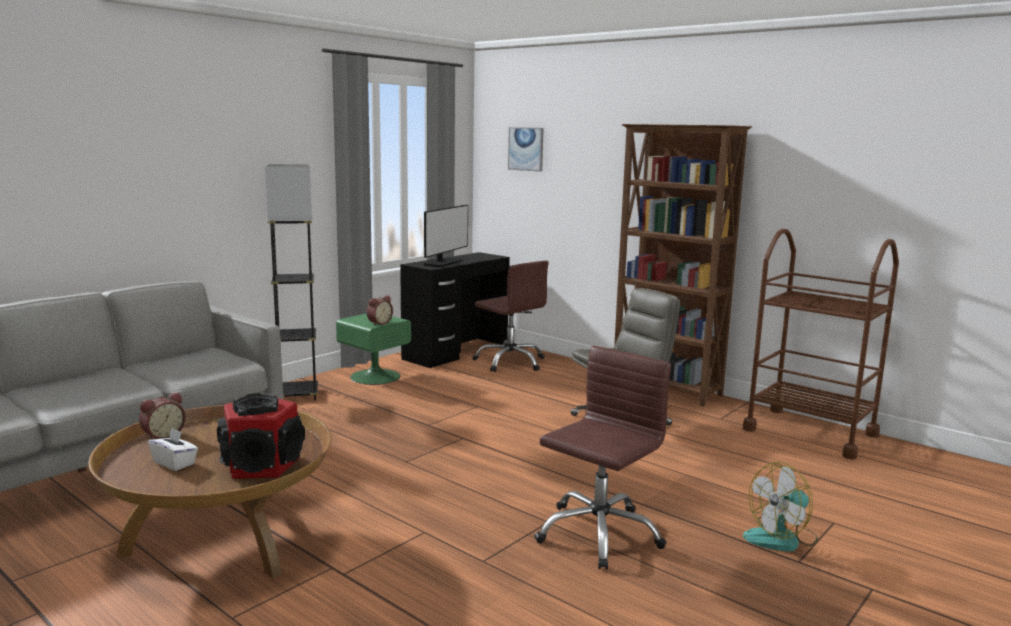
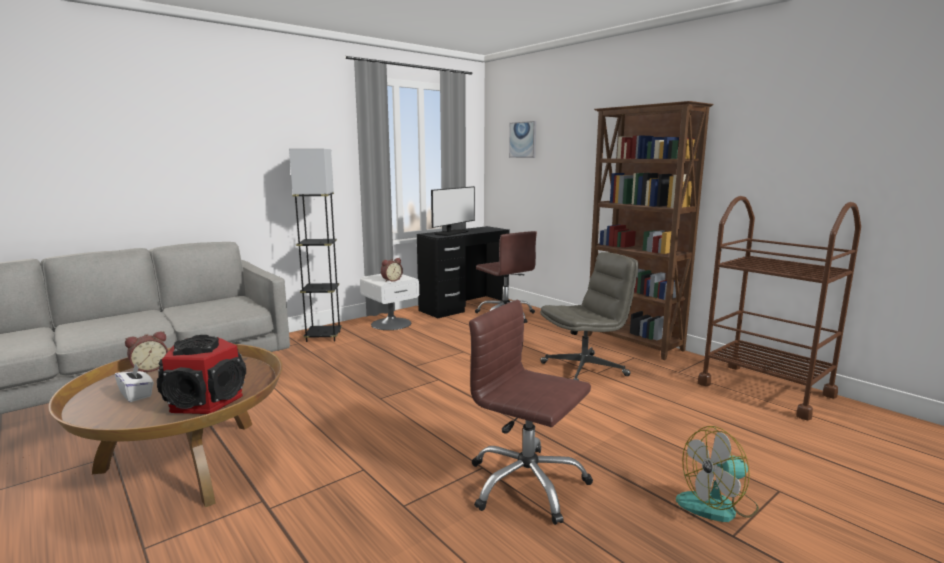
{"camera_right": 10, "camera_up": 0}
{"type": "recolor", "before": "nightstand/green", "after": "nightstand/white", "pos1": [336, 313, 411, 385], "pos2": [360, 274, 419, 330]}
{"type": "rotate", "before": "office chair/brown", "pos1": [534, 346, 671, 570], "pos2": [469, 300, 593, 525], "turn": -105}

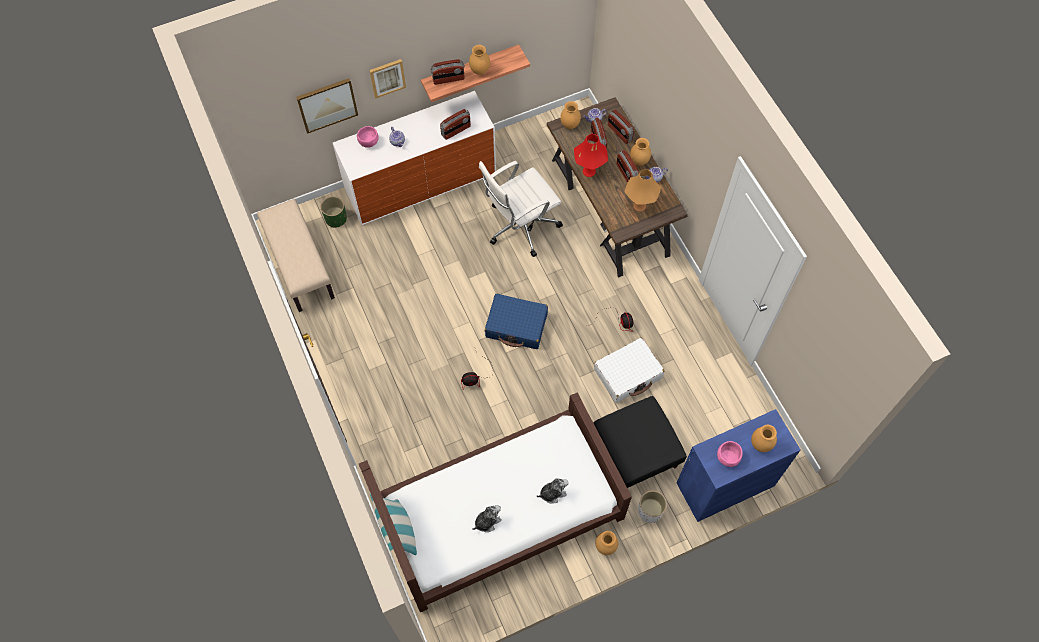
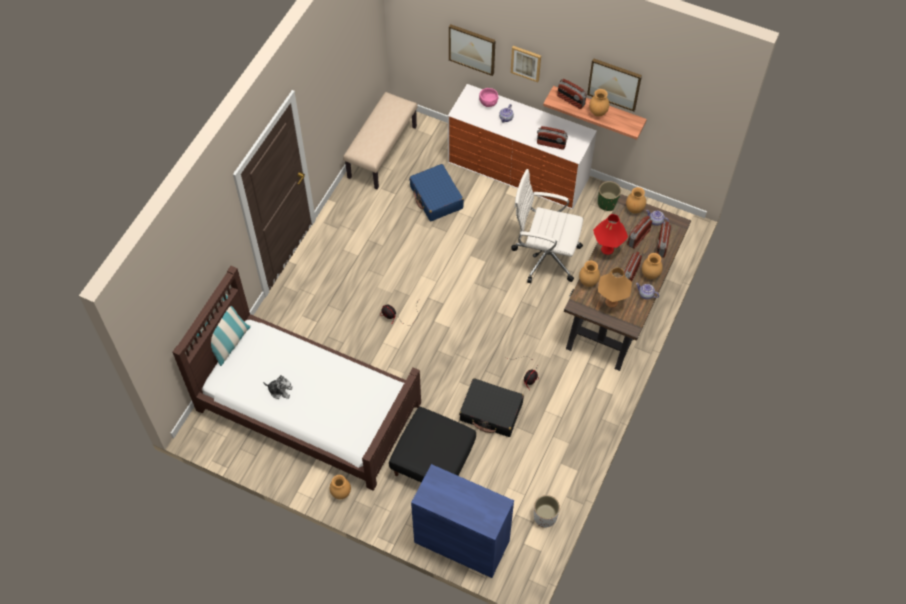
{"camera_right": 50, "camera_up": -5}
{"type": "move", "before": "suitcase/blue", "pos1": [485, 293, 548, 349], "pos2": [409, 164, 464, 221]}
{"type": "recolor", "before": "suitcase/white", "after": "suitcase/black", "pos1": [594, 338, 664, 403], "pos2": [459, 378, 524, 437]}
{"type": "move", "before": "planter/white", "pos1": [638, 490, 667, 523], "pos2": [534, 495, 560, 527]}
{"type": "move", "before": "vase/brown", "pos1": [751, 425, 777, 452], "pos2": [579, 260, 600, 287]}
{"type": "insert", "after": "picture", "pos2": [587, 58, 642, 111]}
{"type": "move", "before": "planter/green", "pos1": [321, 196, 347, 228], "pos2": [598, 181, 621, 211]}
{"type": "delete", "before": "plush toy", "pos1": [536, 479, 569, 504]}
{"type": "delete", "before": "bowl/pink", "pos1": [717, 441, 743, 467]}

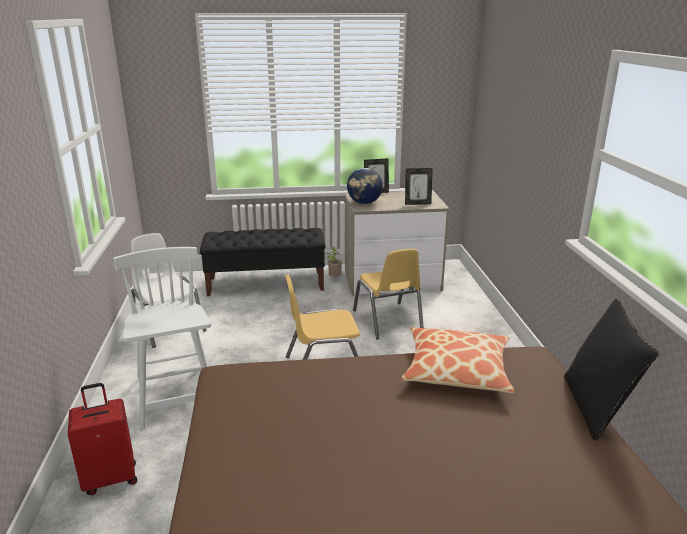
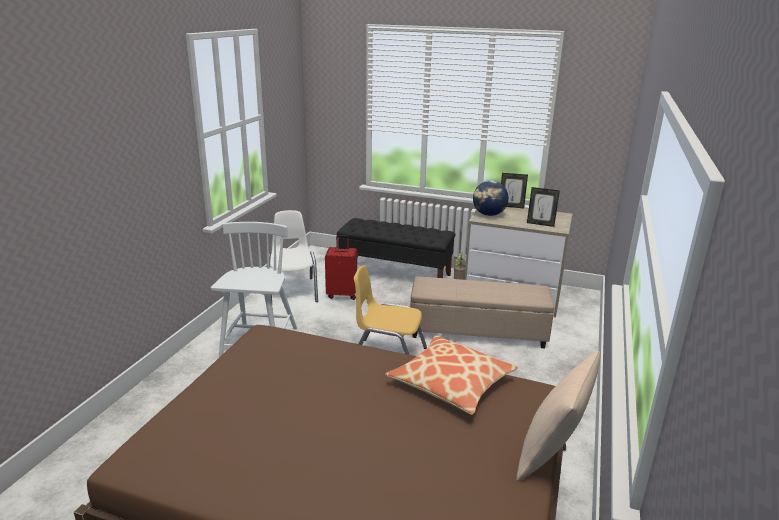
{"camera_right": 25, "camera_up": 0}
{"type": "move", "before": "suitcase/red", "pos1": [67, 383, 137, 495], "pos2": [325, 235, 357, 300]}
{"type": "replace", "before": "chair/yellow", "after": "ottoman/beige", "pos1": [353, 249, 424, 340], "pos2": [410, 276, 554, 348]}
{"type": "recolor", "before": "pillow/black", "after": "pillow/beige", "pos1": [564, 298, 659, 441], "pos2": [516, 351, 600, 481]}

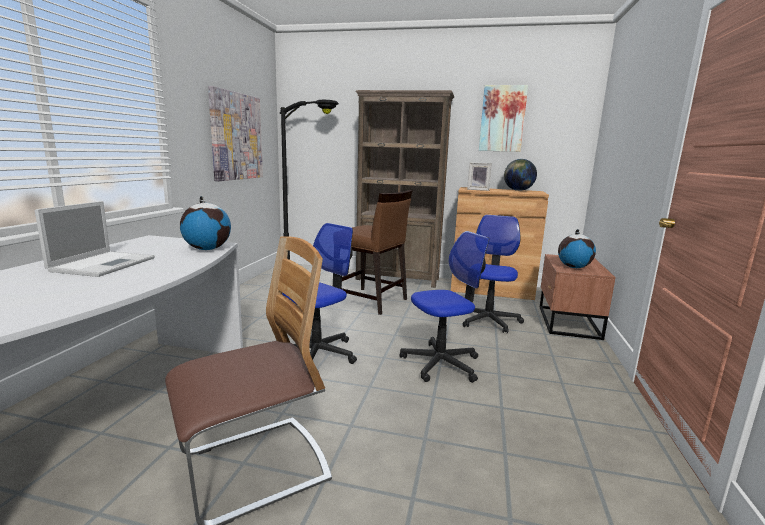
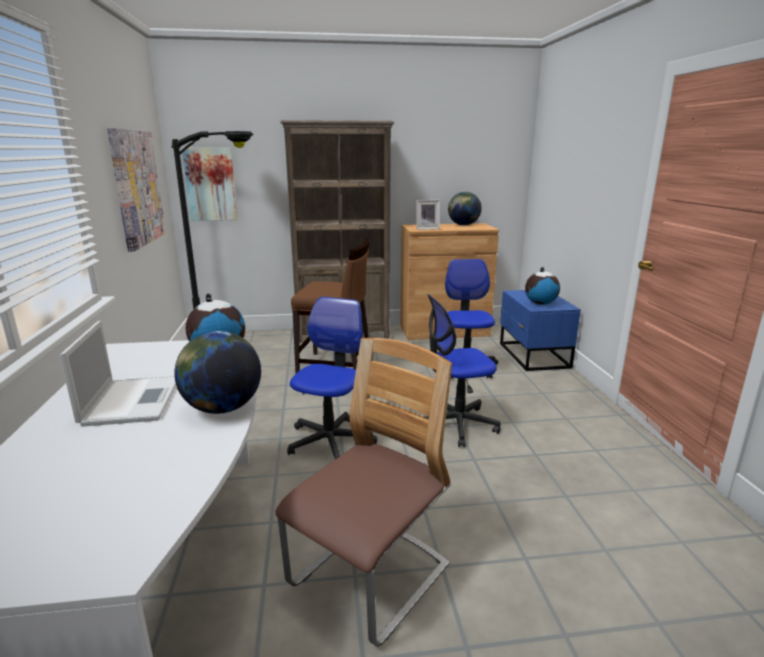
{"camera_right": -20, "camera_up": 5}
{"type": "insert", "after": "globe", "pos2": [174, 331, 261, 414]}
{"type": "move", "before": "picture", "pos1": [479, 85, 528, 152], "pos2": [182, 148, 238, 221]}
{"type": "rotate", "before": "office chair", "pos1": [399, 231, 489, 383], "pos2": [425, 294, 501, 447], "turn": -150}
{"type": "recolor", "before": "nightstand/brown", "after": "nightstand/blue", "pos1": [539, 254, 616, 340], "pos2": [500, 290, 581, 371]}

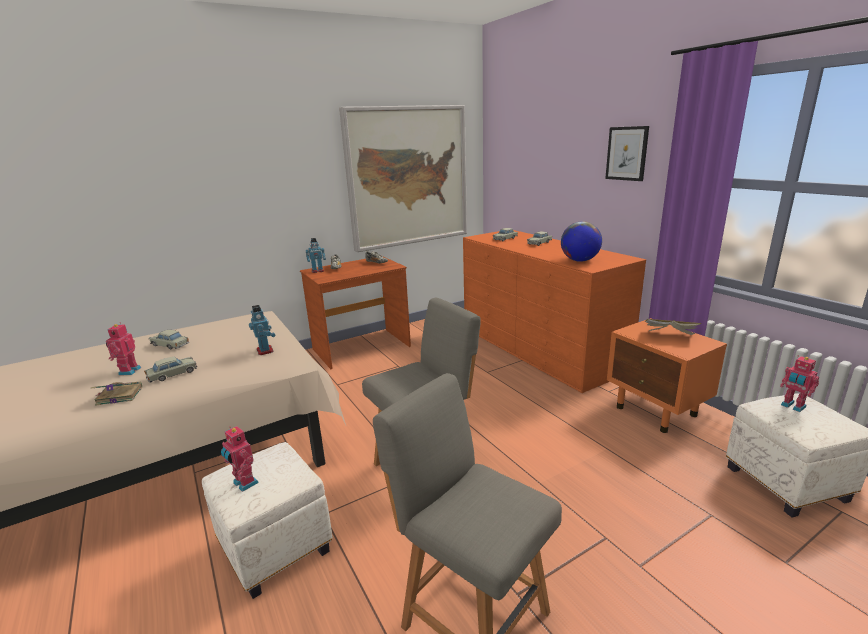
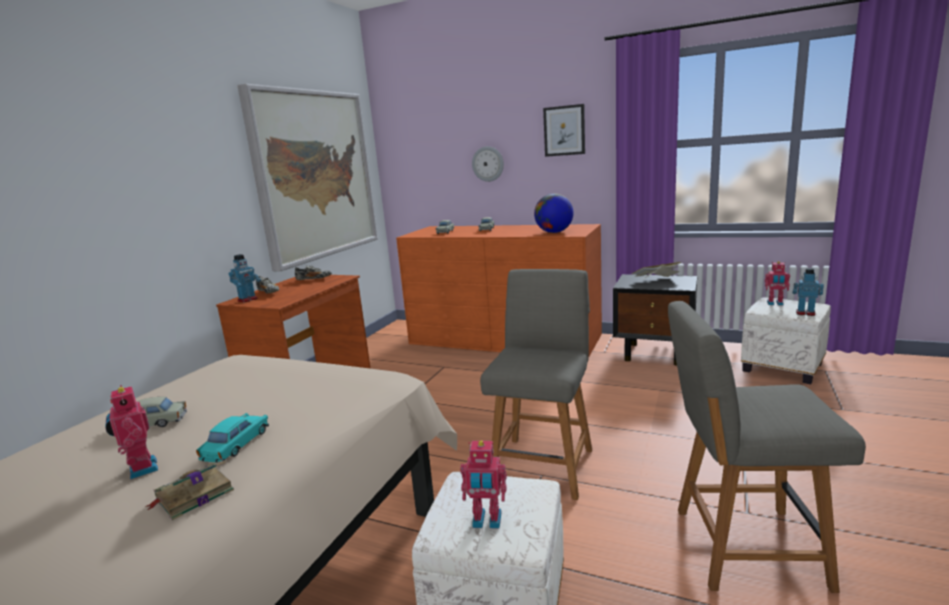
{"camera_right": -35, "camera_up": -5}
{"type": "recolor", "before": "toy car/beige", "after": "toy car/turquoise", "pos1": [144, 357, 197, 383], "pos2": [196, 413, 269, 462]}
{"type": "insert", "after": "wall clock", "pos2": [472, 146, 504, 182]}
{"type": "recolor", "before": "nightstand/orange", "after": "nightstand/black", "pos1": [607, 318, 727, 433], "pos2": [613, 274, 697, 366]}
{"type": "move", "before": "toy robot", "pos1": [249, 305, 275, 355], "pos2": [793, 268, 824, 316]}

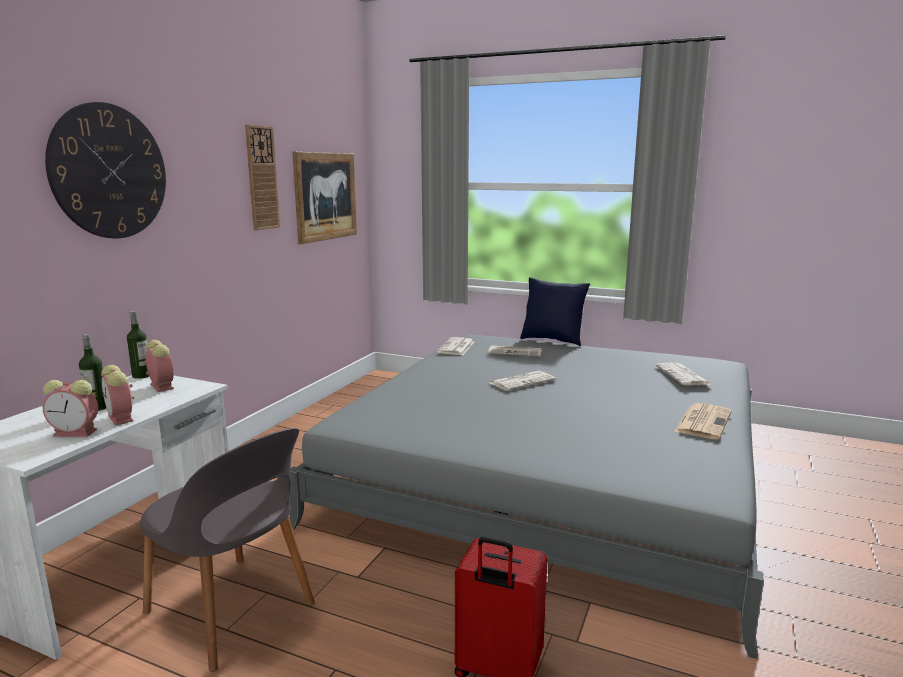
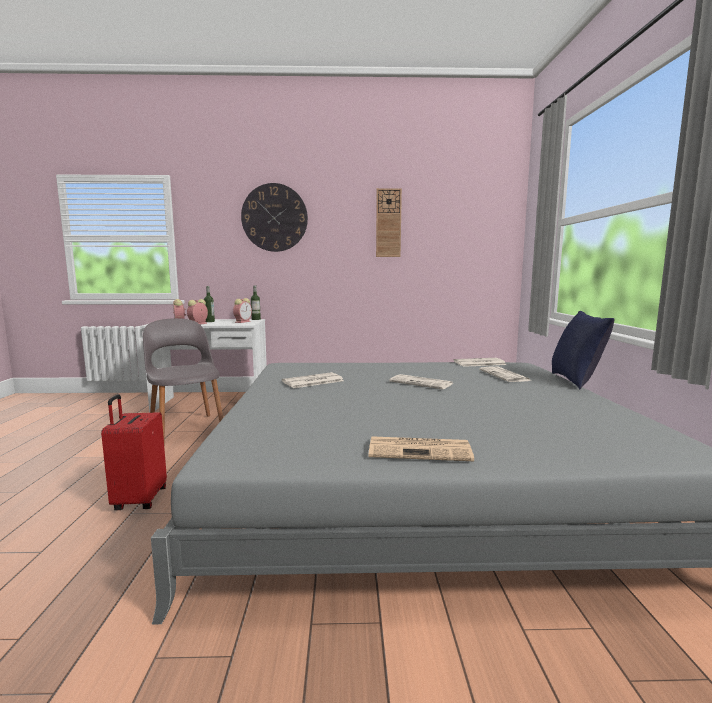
{"camera_right": 65, "camera_up": -5}
{"type": "rotate", "before": "chair/grey", "pos1": [140, 428, 315, 672], "pos2": [143, 318, 223, 445], "turn": 135}
{"type": "move", "before": "newspaper", "pos1": [655, 363, 710, 385], "pos2": [282, 372, 344, 388]}
{"type": "delete", "before": "picture", "pos1": [292, 152, 357, 244]}

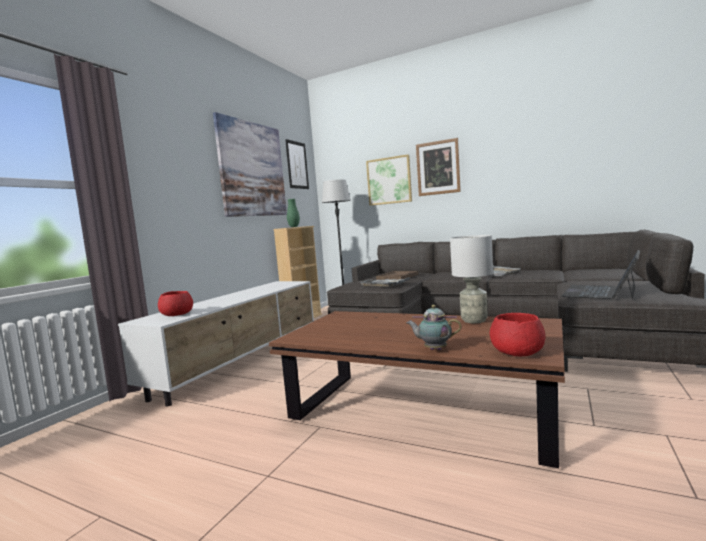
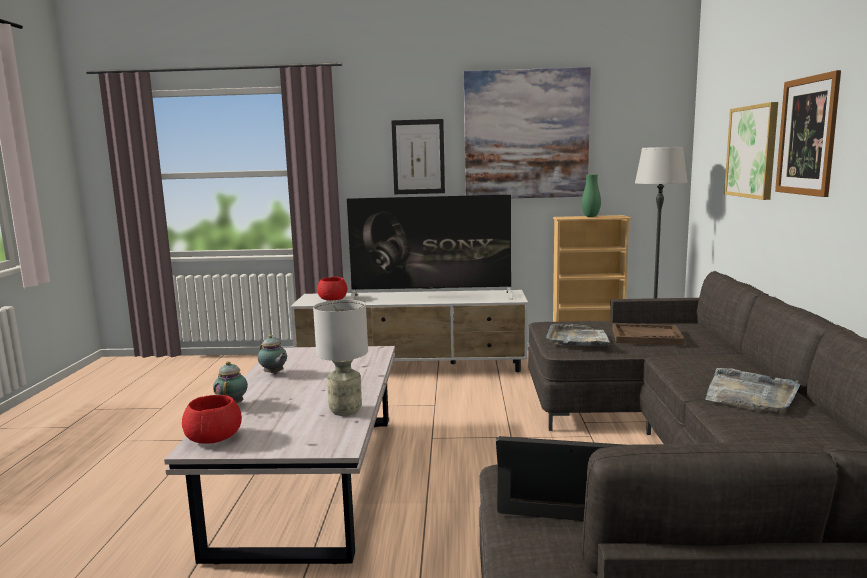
{"camera_right": 65, "camera_up": 5}
{"type": "recolor", "before": "coffee table/brown", "after": "coffee table/white", "pos1": [269, 311, 565, 468], "pos2": [164, 346, 395, 564]}
{"type": "insert", "after": "teapot", "pos2": [258, 335, 287, 374]}
{"type": "insert", "after": "television", "pos2": [347, 195, 512, 300]}
{"type": "move", "before": "picture", "pos1": [285, 139, 309, 189], "pos2": [391, 119, 445, 194]}

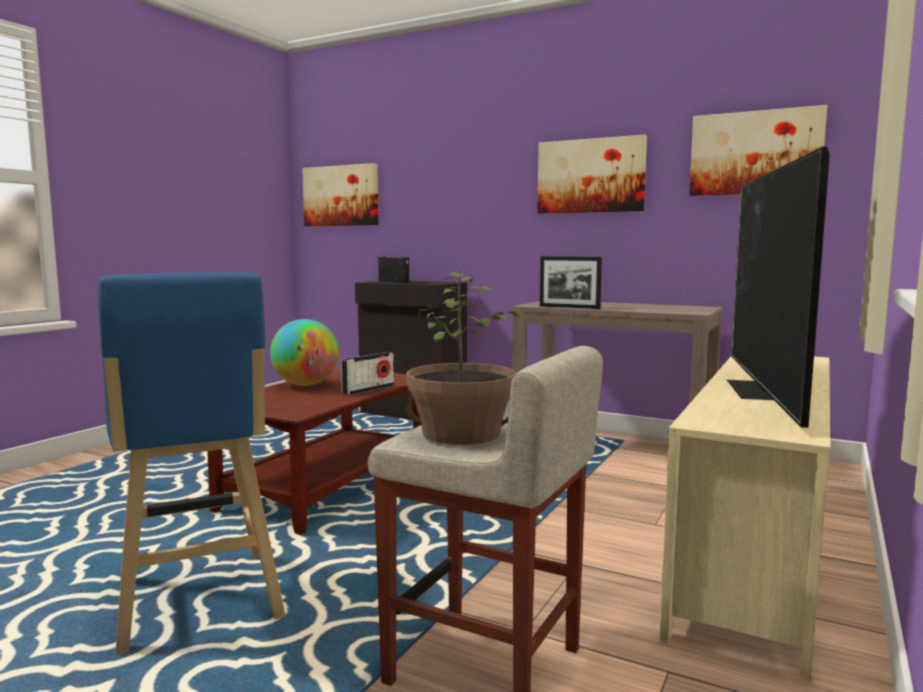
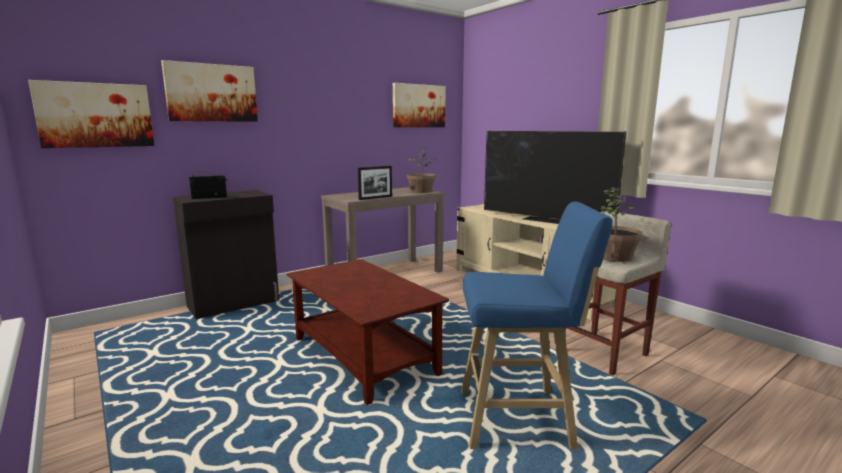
{"camera_right": -65, "camera_up": 5}
{"type": "move", "before": "picture", "pos1": [537, 135, 647, 213], "pos2": [161, 60, 258, 122]}
{"type": "insert", "after": "potted plant", "pos2": [407, 148, 436, 193]}
{"type": "delete", "before": "globe", "pos1": [270, 319, 339, 386]}
{"type": "delete", "before": "radio", "pos1": [341, 352, 394, 395]}

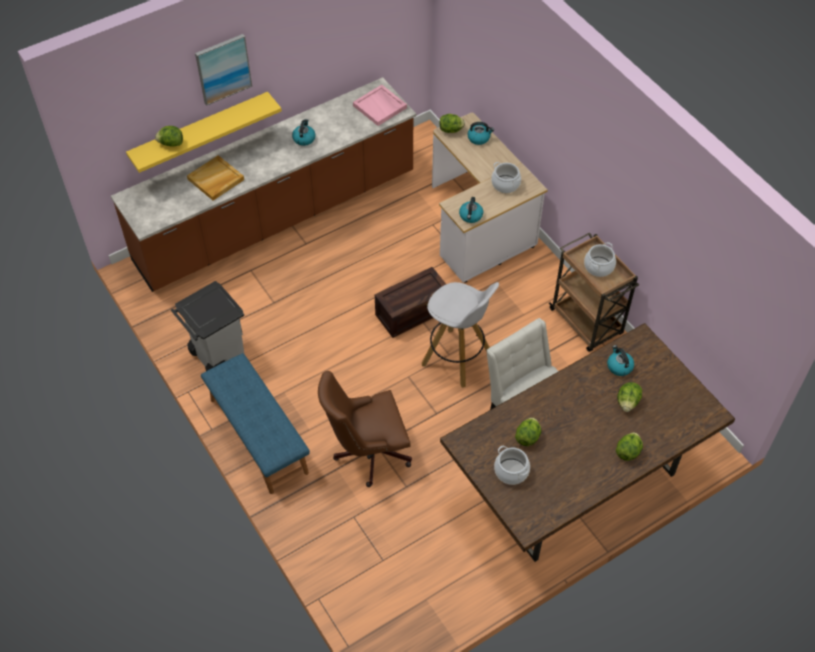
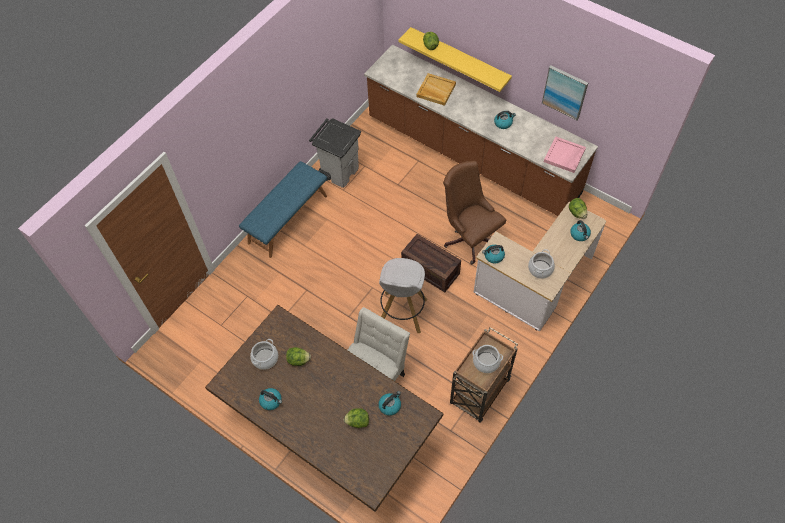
{"camera_right": 70, "camera_up": 5}
{"type": "insert", "after": "kettle", "pos2": [259, 388, 282, 410]}
{"type": "move", "before": "office chair/brown", "pos1": [318, 371, 412, 487], "pos2": [443, 161, 506, 264]}
{"type": "move", "before": "picture", "pos1": [195, 34, 252, 106], "pos2": [542, 66, 588, 120]}
{"type": "delete", "before": "lettuce", "pos1": [616, 432, 643, 461]}

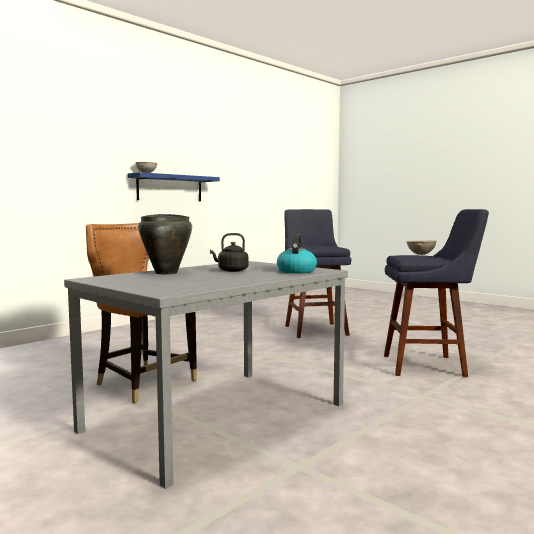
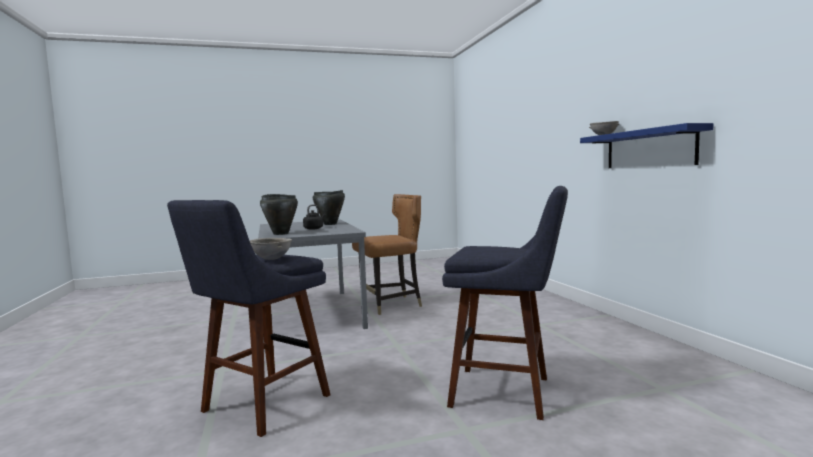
{"camera_right": 120, "camera_up": 0}
{"type": "replace", "before": "kettle", "after": "cooking pot/black", "pos1": [277, 233, 317, 273], "pos2": [260, 194, 298, 235]}

